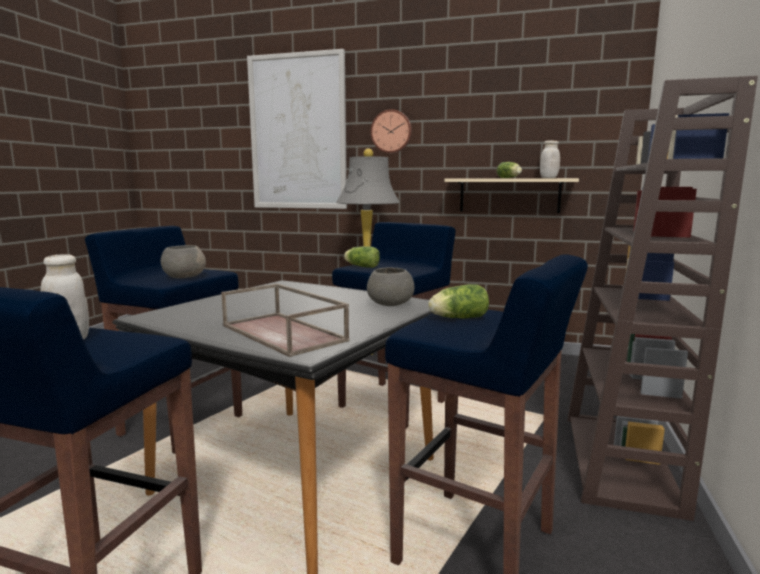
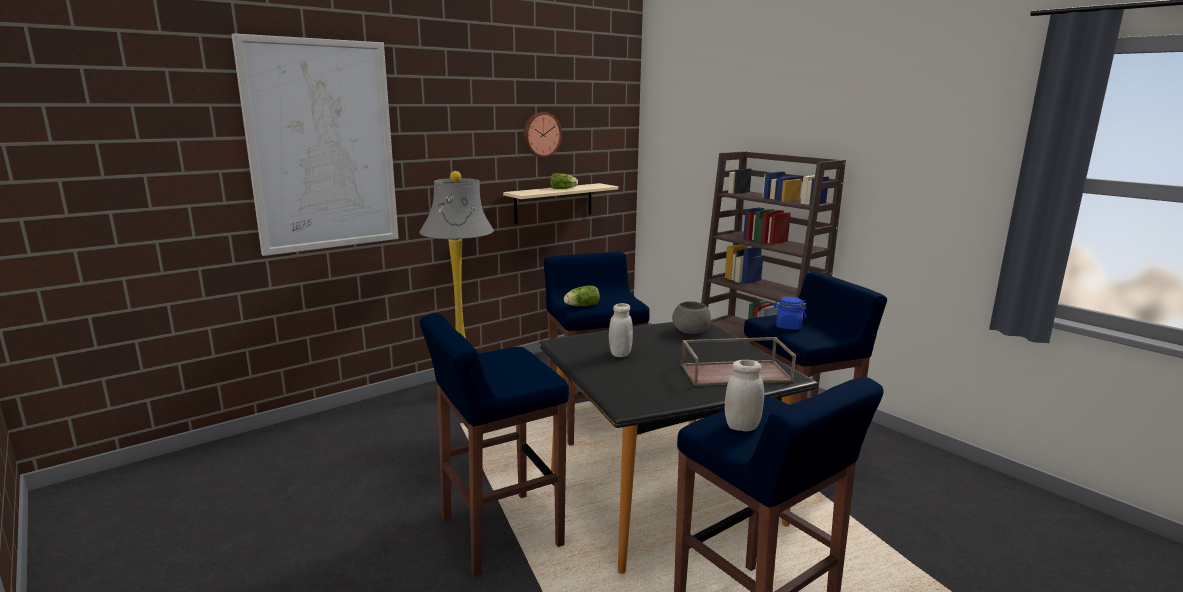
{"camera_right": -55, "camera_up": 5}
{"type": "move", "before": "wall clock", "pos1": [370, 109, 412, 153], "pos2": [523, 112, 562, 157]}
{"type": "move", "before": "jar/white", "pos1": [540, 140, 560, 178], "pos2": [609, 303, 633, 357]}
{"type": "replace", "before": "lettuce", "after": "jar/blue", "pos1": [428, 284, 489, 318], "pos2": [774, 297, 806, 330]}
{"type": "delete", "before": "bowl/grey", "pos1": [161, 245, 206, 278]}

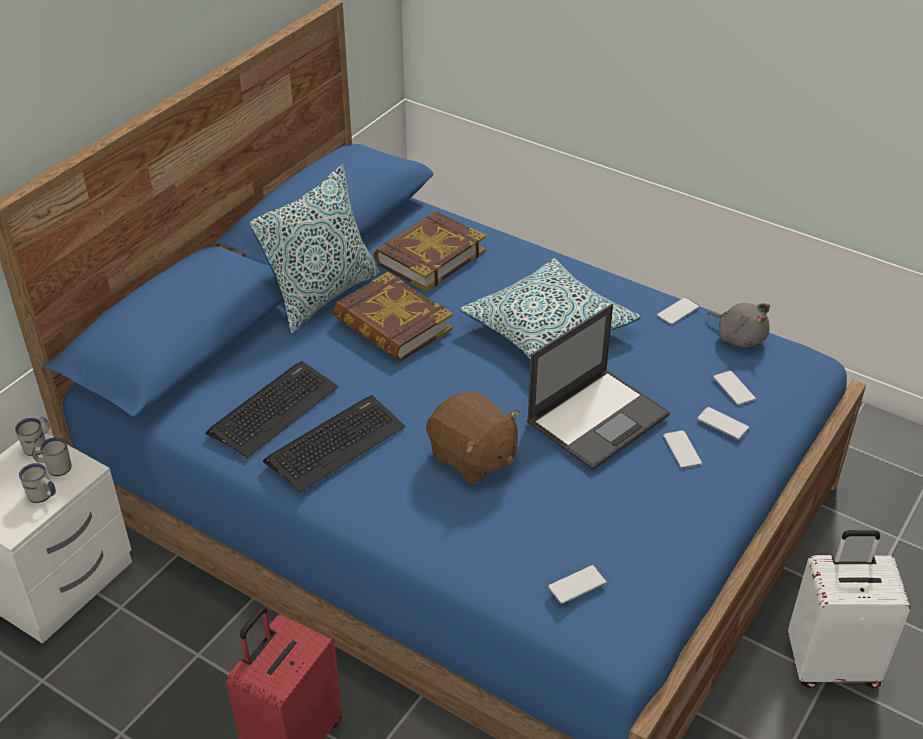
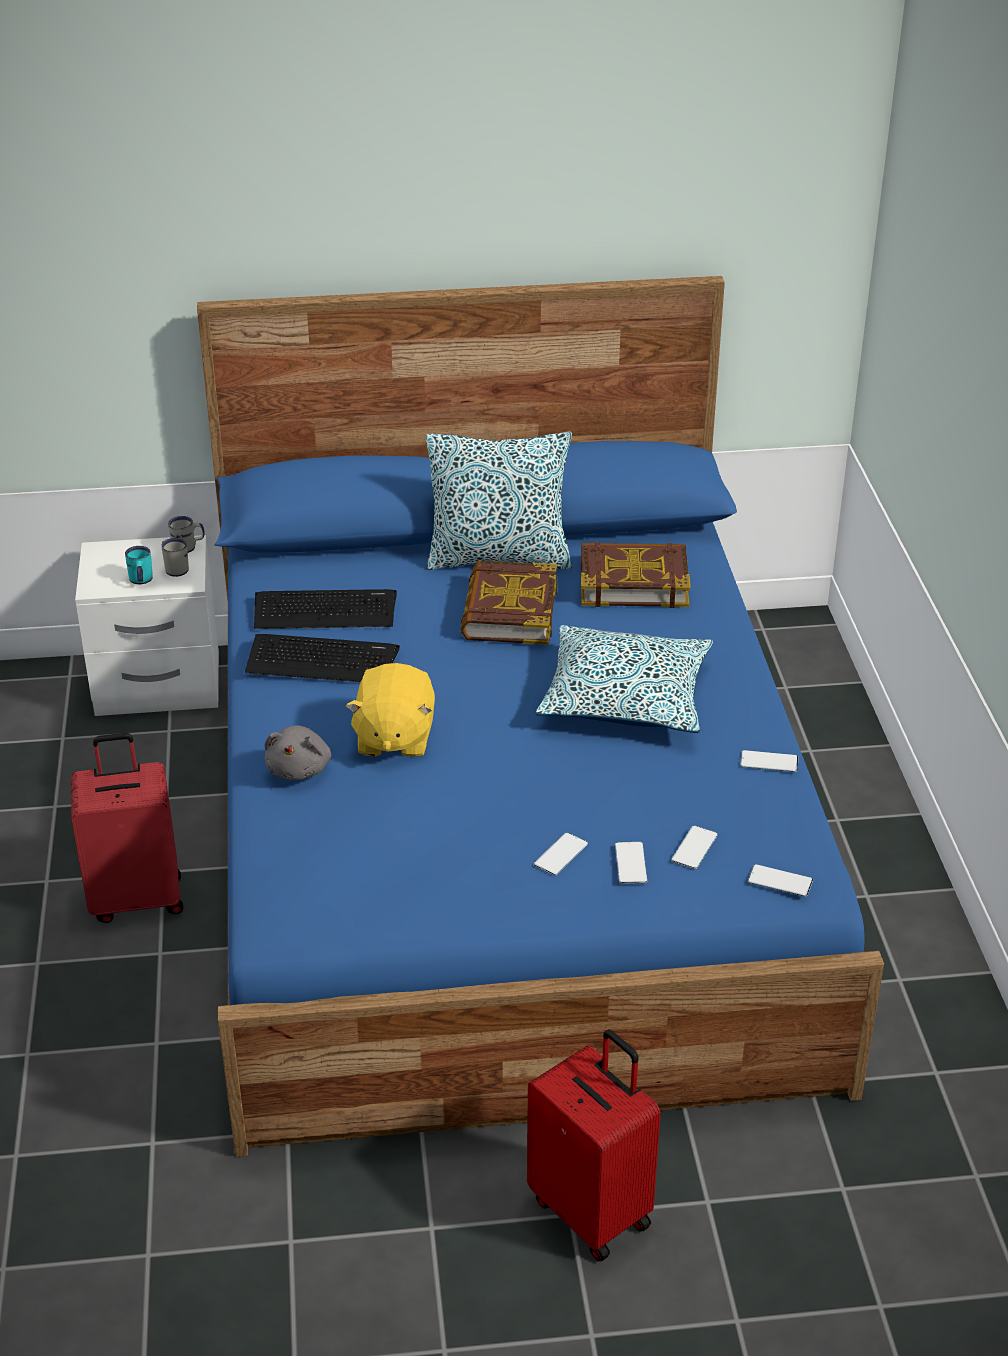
{"camera_right": 50, "camera_up": -5}
{"type": "recolor", "before": "mug/white", "after": "mug/turquoise", "pos1": [19, 463, 56, 503], "pos2": [125, 546, 153, 584]}
{"type": "move", "before": "plush toy/grey", "pos1": [707, 303, 770, 347], "pos2": [264, 725, 331, 780]}
{"type": "recolor", "before": "plush toy/brown", "after": "plush toy/yellow", "pos1": [426, 391, 519, 484], "pos2": [346, 663, 435, 757]}
{"type": "recolor", "before": "suitcase/white", "after": "suitcase/red", "pos1": [788, 530, 910, 688], "pos2": [527, 1029, 661, 1261]}
{"type": "move", "before": "phone", "pos1": [548, 565, 607, 604], "pos2": [748, 864, 813, 897]}
{"type": "delete", "before": "laptop", "pos1": [527, 304, 670, 470]}

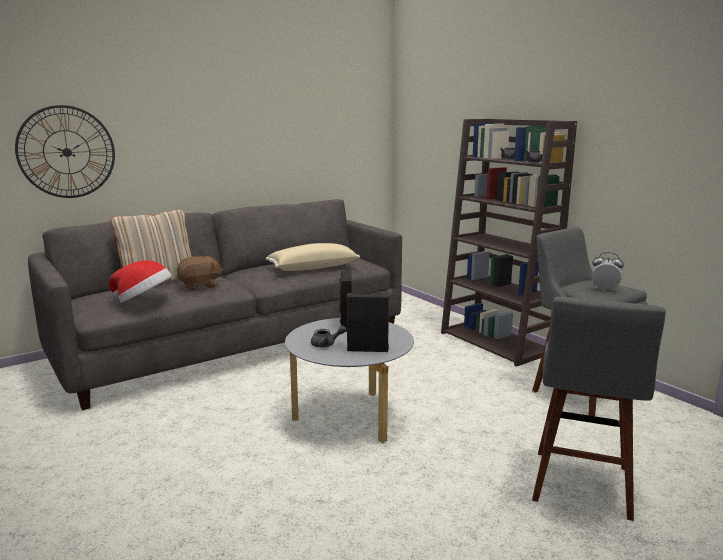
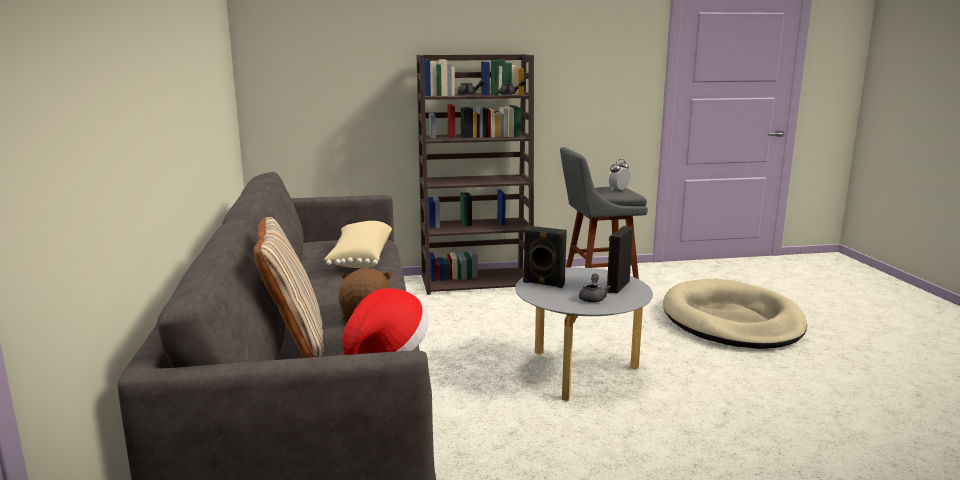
{"camera_right": -65, "camera_up": 0}
{"type": "replace", "before": "stool/grey", "after": "dog bed/beige", "pos1": [532, 297, 666, 521], "pos2": [663, 279, 807, 349]}
{"type": "delete", "before": "wall clock", "pos1": [15, 105, 115, 198]}

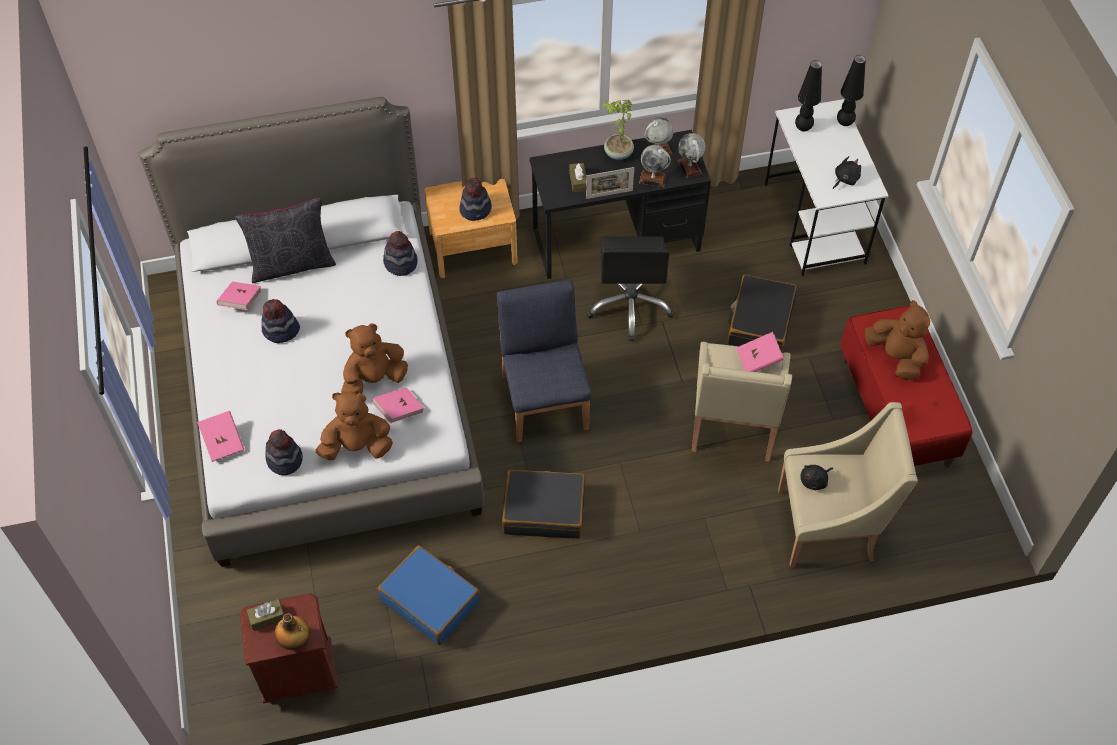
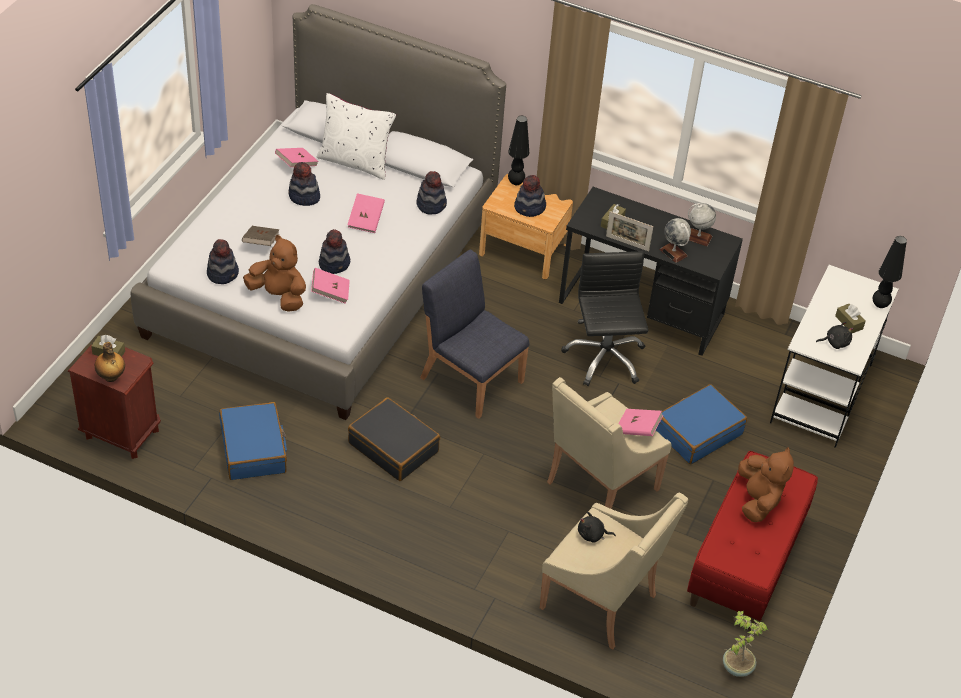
{"camera_right": 35, "camera_up": -10}
{"type": "insert", "after": "book/brown", "pos2": [242, 226, 279, 246]}
{"type": "recolor", "before": "pillow/black", "after": "pillow/white", "pos1": [235, 198, 336, 283], "pos2": [316, 93, 396, 180]}
{"type": "replace", "before": "plush toy/brown", "after": "hat", "pos1": [341, 323, 408, 394], "pos2": [319, 229, 350, 274]}
{"type": "move", "before": "book/pink", "pos1": [197, 411, 244, 462], "pos2": [347, 193, 385, 233]}
{"type": "rotate", "before": "chair/blue", "pos1": [497, 280, 591, 442], "pos2": [420, 249, 530, 419], "turn": -75}
{"type": "move", "before": "table lamp/black", "pos1": [795, 60, 822, 132], "pos2": [508, 116, 530, 185]}
{"type": "rotate", "before": "office chair/black", "pos1": [587, 236, 675, 341], "pos2": [561, 251, 649, 386], "turn": 135}
{"type": "recolor", "before": "suitcase/black", "after": "suitcase/blue", "pos1": [727, 275, 797, 353], "pos2": [656, 384, 747, 464]}
{"type": "move", "before": "potted plant", "pos1": [602, 100, 634, 160], "pos2": [723, 611, 768, 677]}
{"type": "insert", "after": "tissue box/brown", "pos2": [835, 304, 866, 333]}
{"type": "delete", "before": "globe", "pos1": [677, 133, 706, 178]}

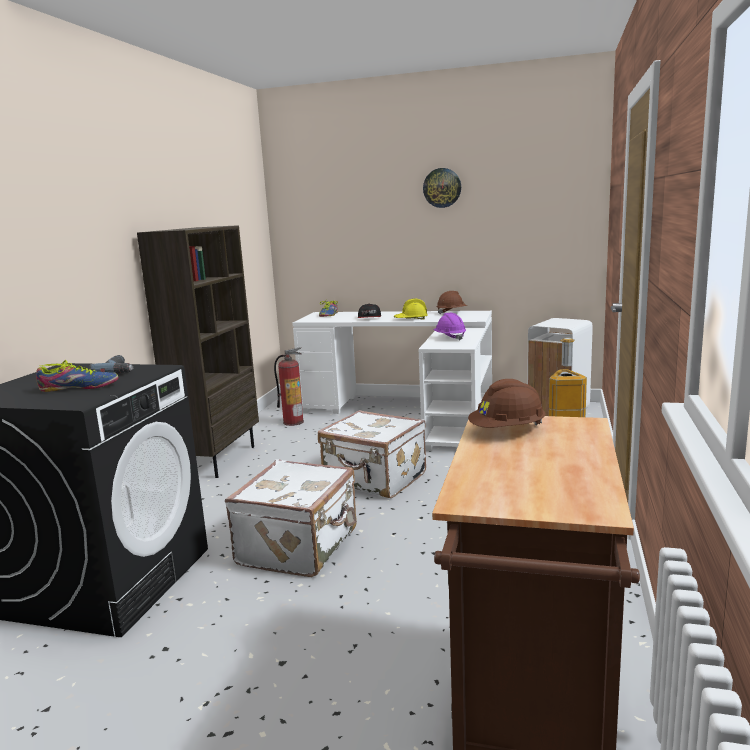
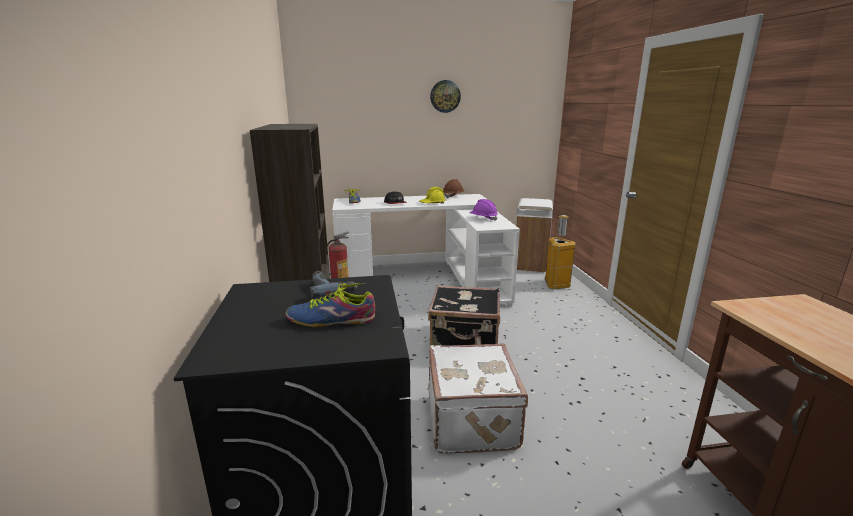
{"camera_right": -25, "camera_up": 5}
{"type": "rotate", "before": "shoe", "pos1": [36, 360, 118, 392], "pos2": [286, 283, 375, 327], "turn": -150}
{"type": "recolor", "before": "suitcase/white", "after": "suitcase/black", "pos1": [318, 410, 426, 498], "pos2": [428, 285, 500, 346]}
{"type": "delete", "before": "hard hat/brown", "pos1": [468, 379, 545, 428]}

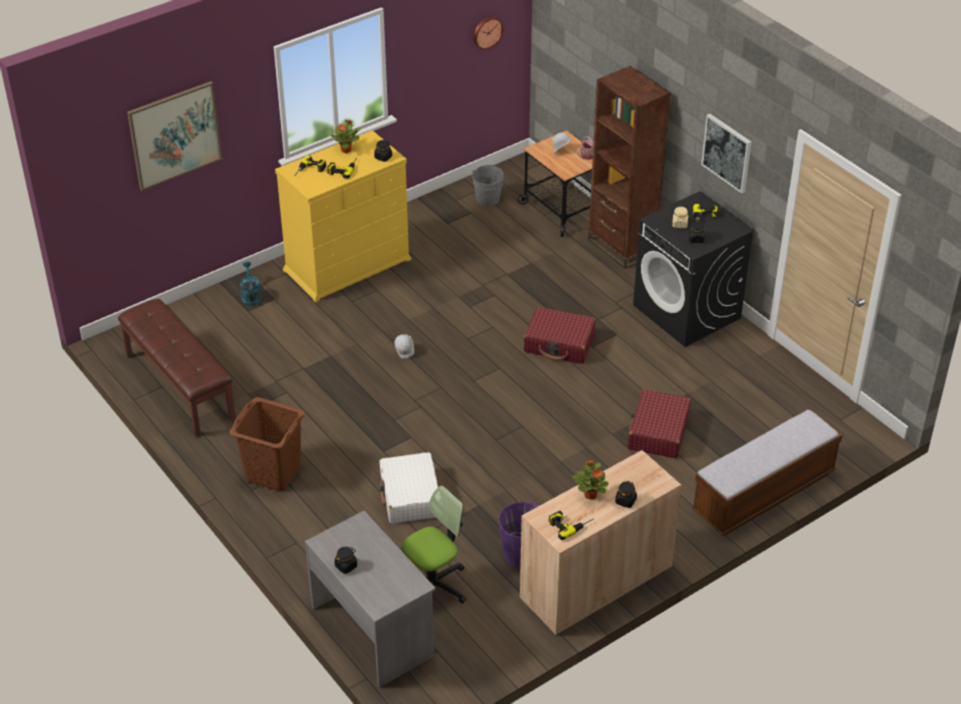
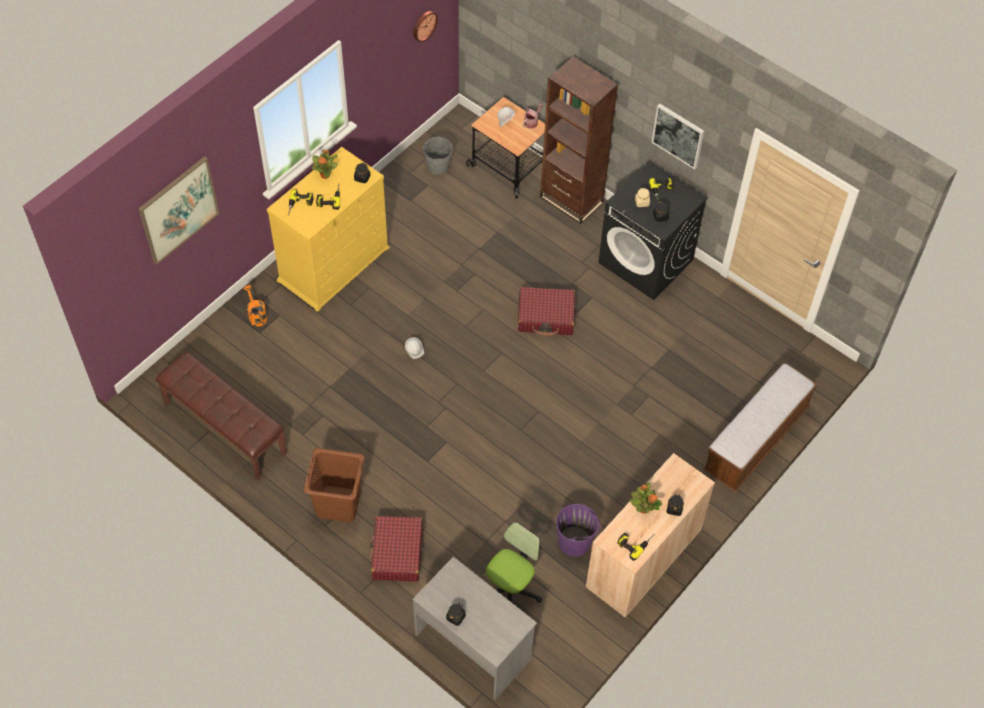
{"camera_right": -15, "camera_up": 15}
{"type": "recolor", "before": "watering can/turquoise", "after": "watering can/orange", "pos1": [240, 261, 261, 306], "pos2": [244, 285, 267, 327]}
{"type": "move", "before": "suitcase/red", "pos1": [628, 390, 691, 458], "pos2": [370, 516, 423, 582]}
{"type": "delete", "before": "suitcase/white", "pos1": [379, 452, 438, 524]}

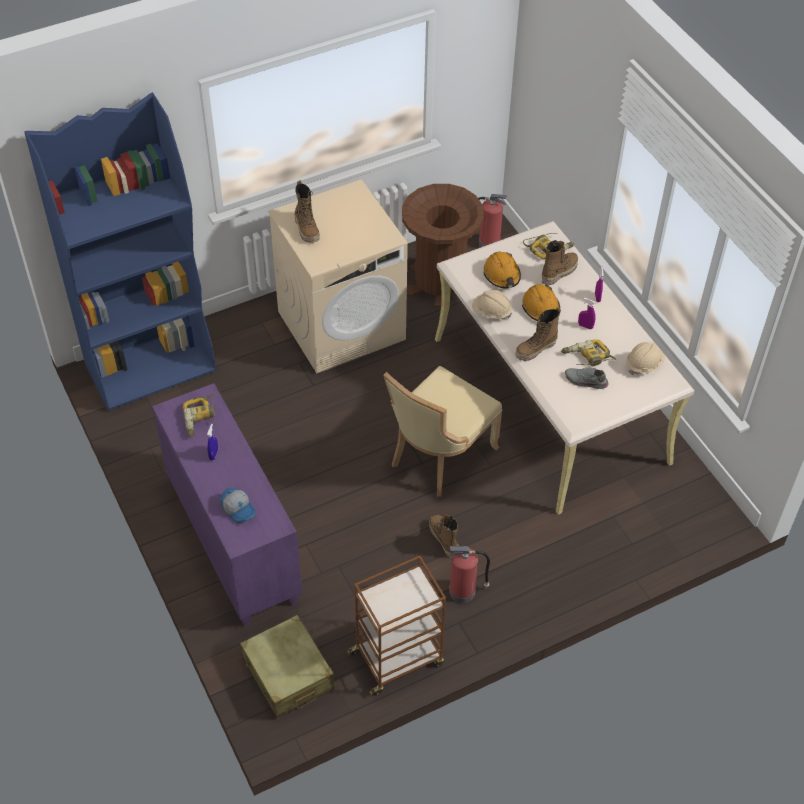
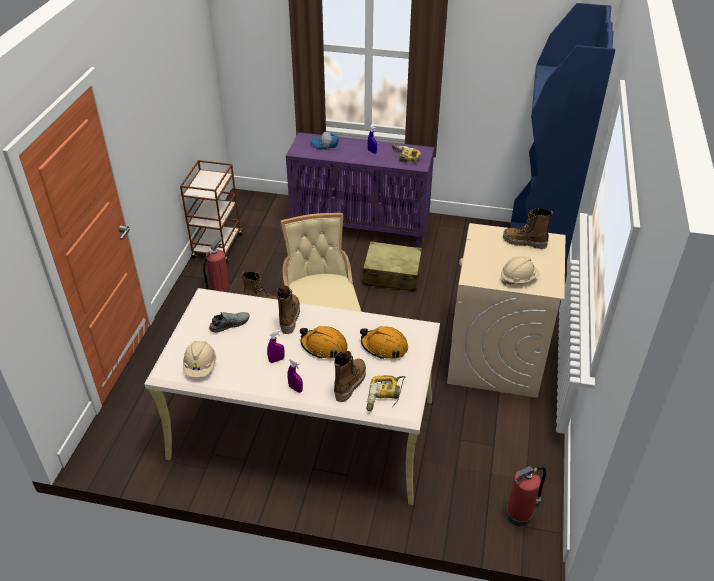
{"camera_right": 130, "camera_up": -10}
{"type": "rotate", "before": "boot", "pos1": [542, 240, 578, 286], "pos2": [334, 351, 366, 402], "turn": -150}
{"type": "move", "before": "suitcase/beige", "pos1": [240, 615, 335, 718], "pos2": [362, 241, 422, 292]}
{"type": "move", "before": "hard hat/beige", "pos1": [472, 290, 512, 319], "pos2": [501, 256, 539, 285]}
{"type": "delete", "before": "trash can/brown", "pos1": [402, 184, 484, 307]}
{"type": "delete", "before": "power drill", "pos1": [561, 339, 616, 367]}

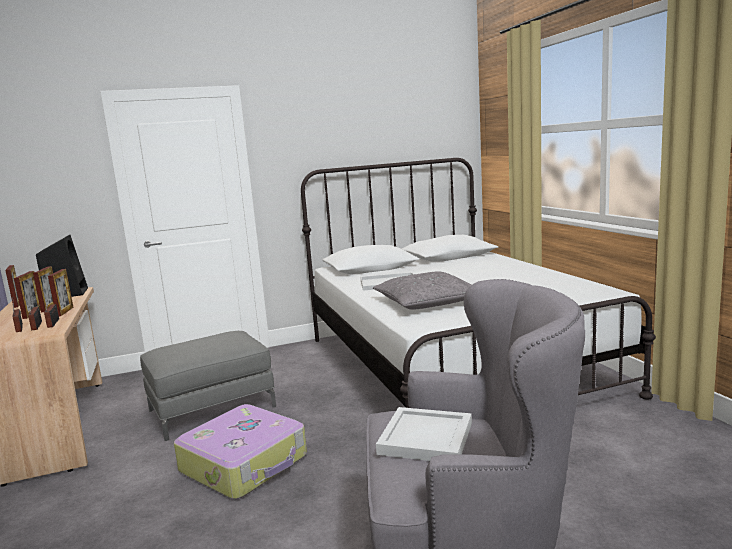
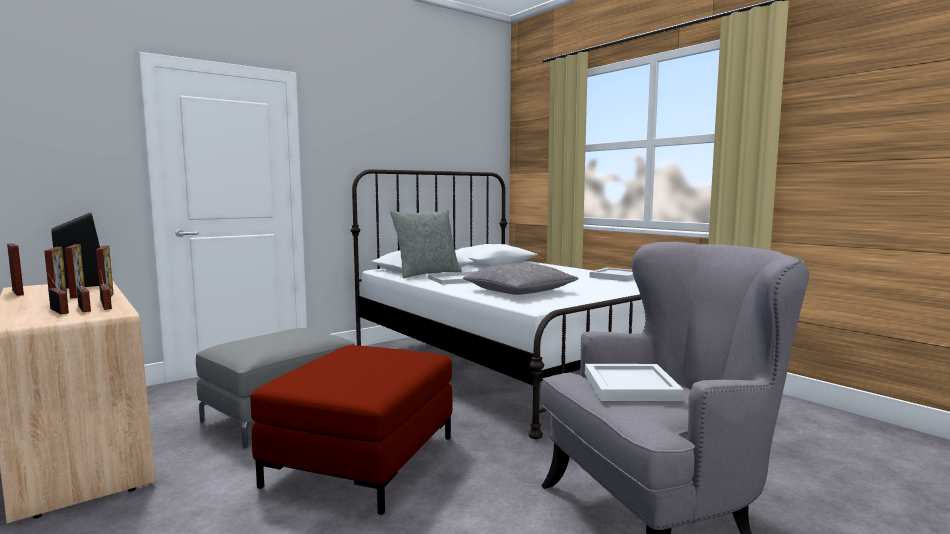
{"camera_right": -20, "camera_up": -5}
{"type": "replace", "before": "suitcase", "after": "ottoman/red", "pos1": [174, 404, 307, 499], "pos2": [250, 345, 453, 515]}
{"type": "insert", "after": "pillow/grey", "pos2": [390, 209, 462, 278]}
{"type": "insert", "after": "tray/white", "pos2": [590, 268, 635, 282]}

